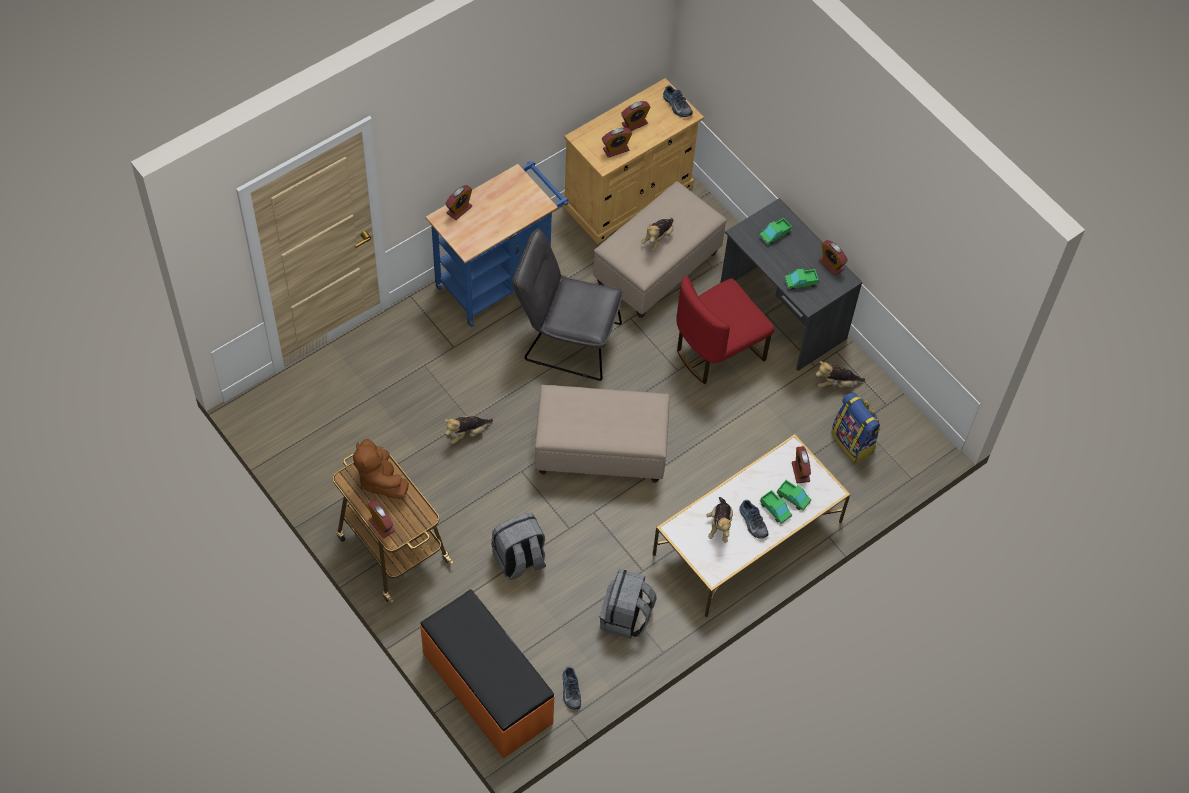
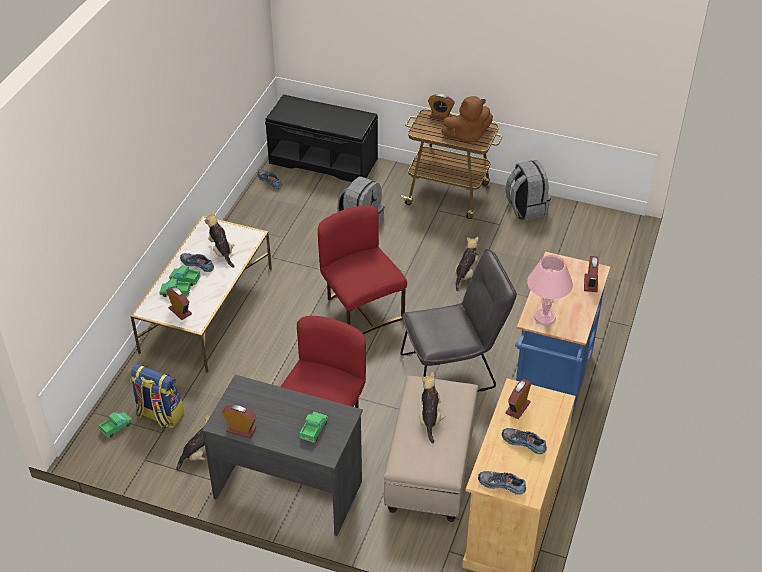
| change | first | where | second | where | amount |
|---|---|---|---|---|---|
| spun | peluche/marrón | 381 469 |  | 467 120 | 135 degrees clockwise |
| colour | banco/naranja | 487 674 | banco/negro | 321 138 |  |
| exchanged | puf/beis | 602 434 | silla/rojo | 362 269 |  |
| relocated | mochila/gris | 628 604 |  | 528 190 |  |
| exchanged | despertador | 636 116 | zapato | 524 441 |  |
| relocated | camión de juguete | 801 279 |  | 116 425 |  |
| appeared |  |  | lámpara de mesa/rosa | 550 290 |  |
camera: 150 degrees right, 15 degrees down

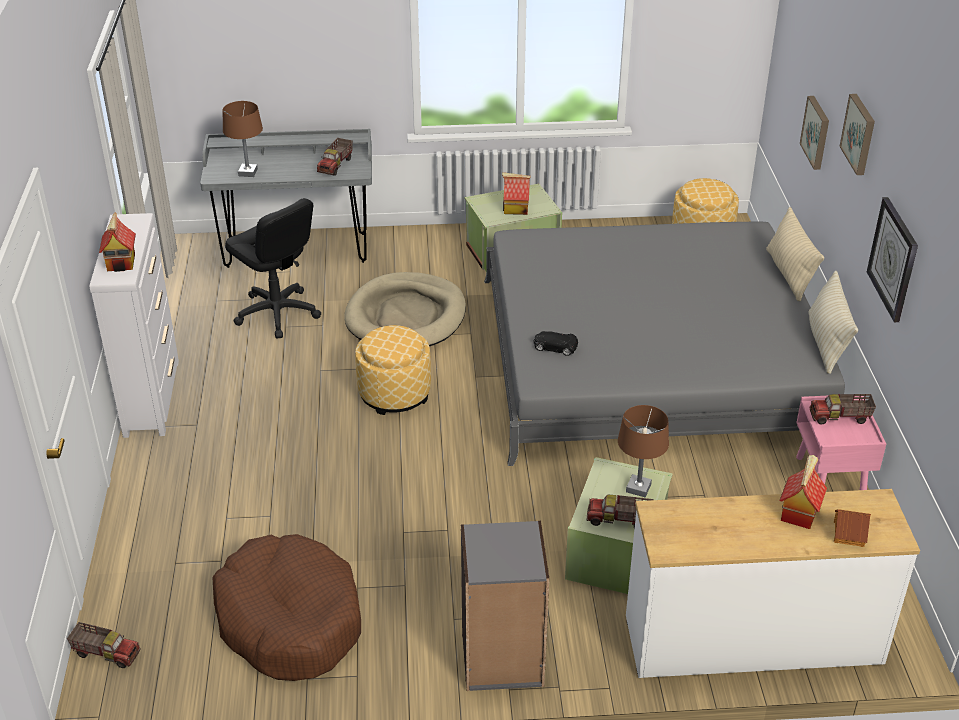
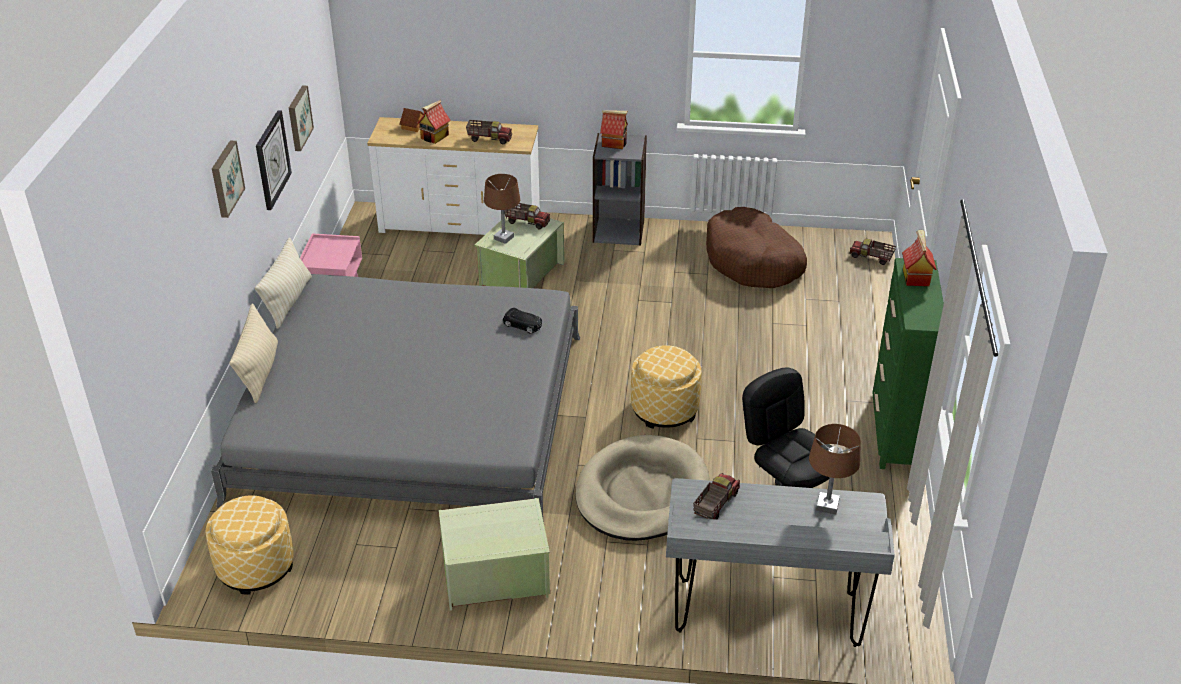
| change | first | where | second | where | amount |
|---|---|---|---|---|---|
| colour | cómoda/blanco | 134 325 | cómoda/verde | 908 363 |  |
| relocated | casita | 516 193 |  | 614 129 |  |
| relocated | cuadro | 814 133 |  | 301 118 |  |
| relocated | camión de juguete | 843 409 |  | 489 132 |  |
camera: 170 degrees left, 0 degrees up

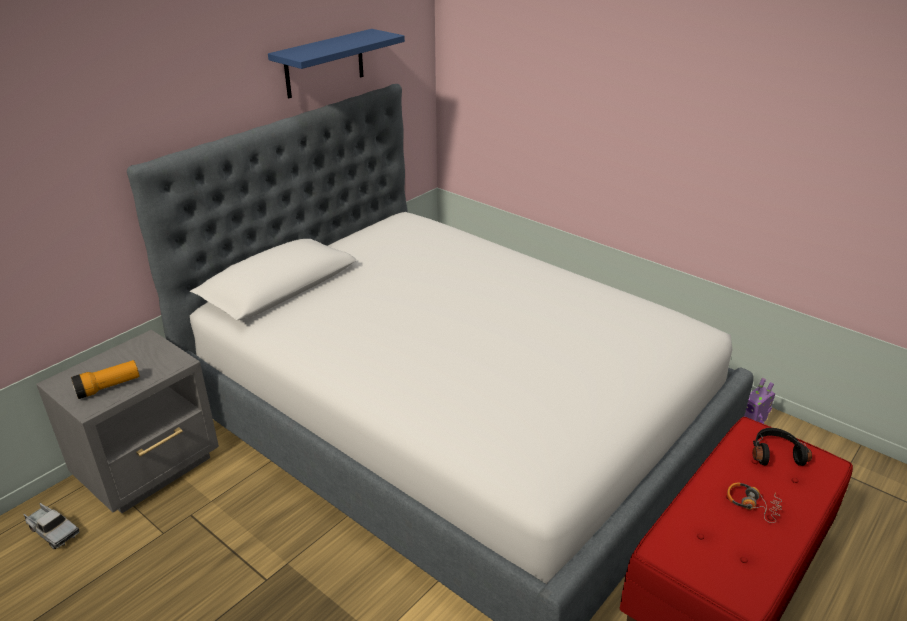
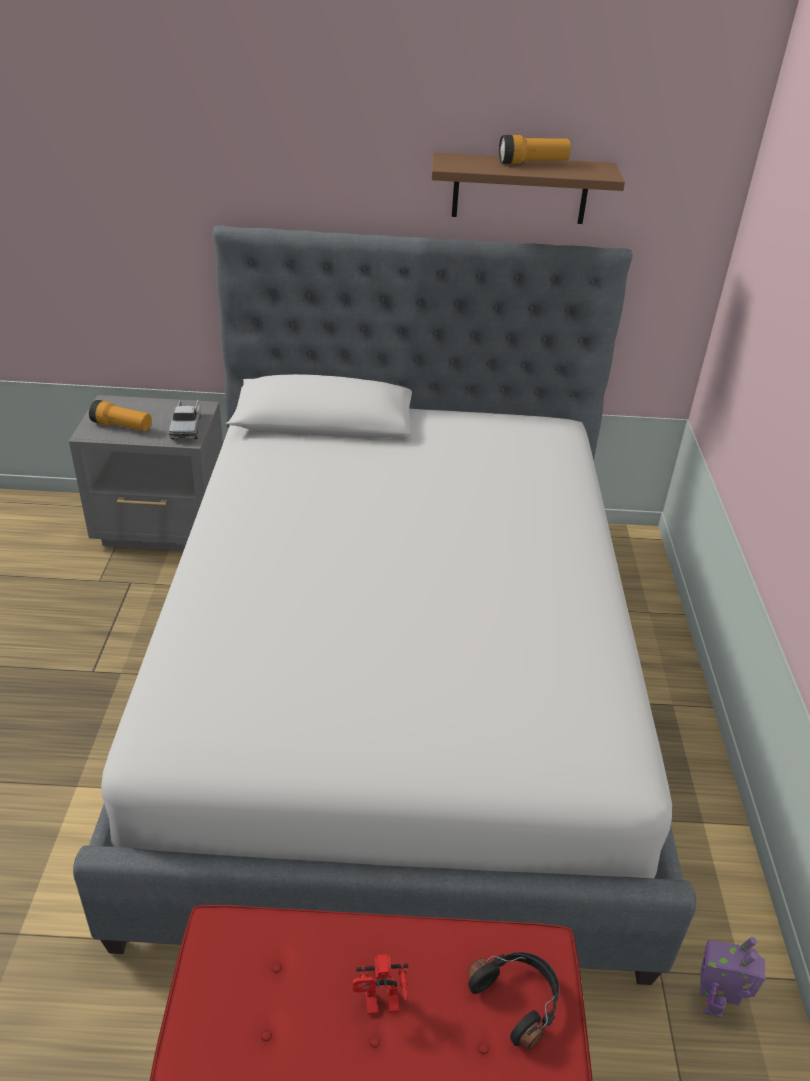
| change | first | where | second | where | amount |
|---|---|---|---|---|---|
| relocated | camión de juguete | 51 526 |  | 185 419 |  |
| colour | estante/azul | 336 63 | estante/marrón | 528 188 |  |
| exchanged | auriculares | 754 502 | robot de juguete | 380 984 |  |
| appeared |  |  | linterna | 535 149 |  |
camera: 50 degrees right, 5 degrees up

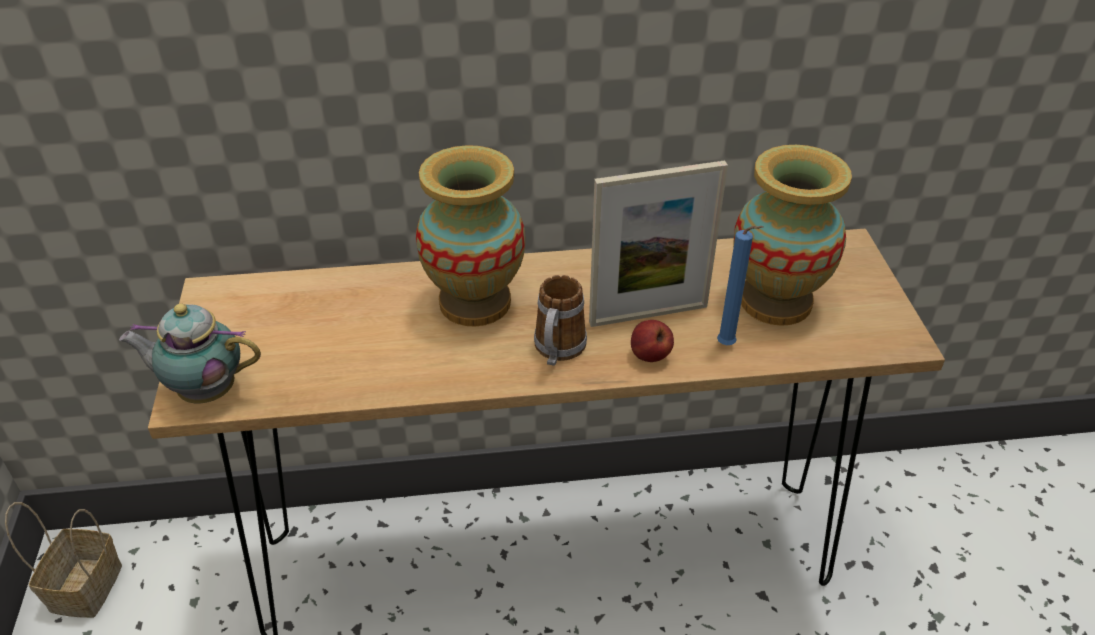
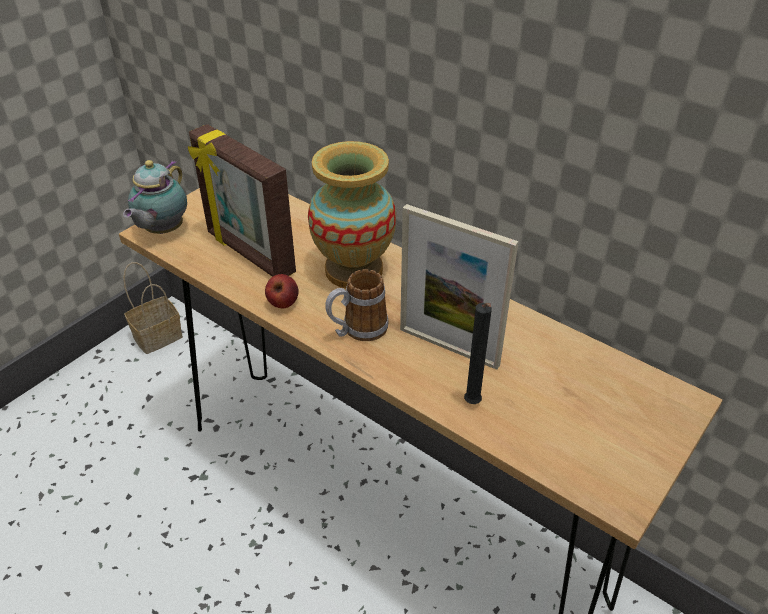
| change | first | where | second | where | amount |
|---|---|---|---|---|---|
| spun | tetera | 190 353 |  | 155 197 | 120 degrees counterclockwise |
| relocated | manzana | 652 341 |  | 282 291 |  |
| colour | vela/azul | 740 285 | vela/negro | 478 353 |  |
| missing | florero | 792 235 |  |  |  |
| appeared |  |  | portarretratos | 242 200 |  |
camera: 45 degrees right, 0 degrees up

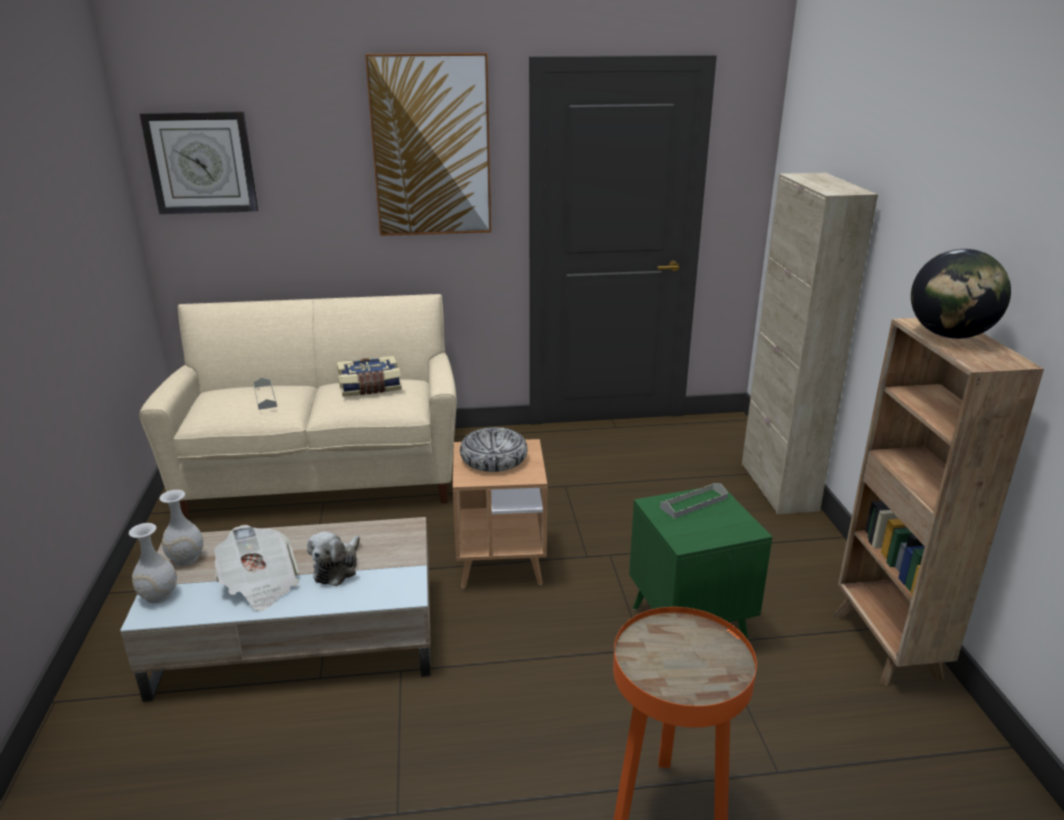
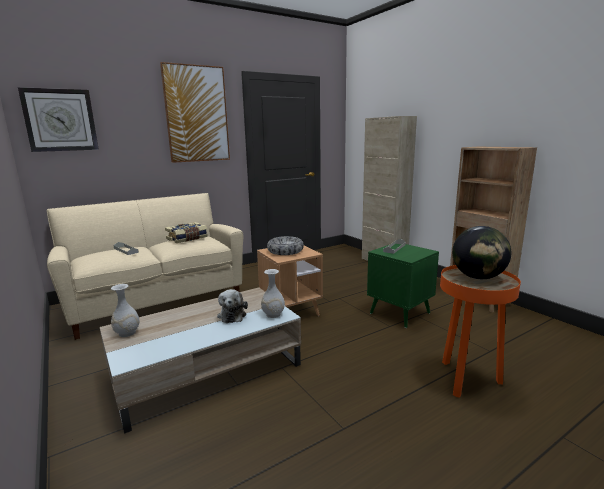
| change | first | where | second | where | amount |
|---|---|---|---|---|---|
| relocated | florero/blanco | 153 563 |  | 273 293 |  |
| missing | periódico | 256 568 |  |  |  |
| relocated | globo terráqueo | 961 294 |  | 481 252 |  |
camera: 25 degrees left, 10 degrees down

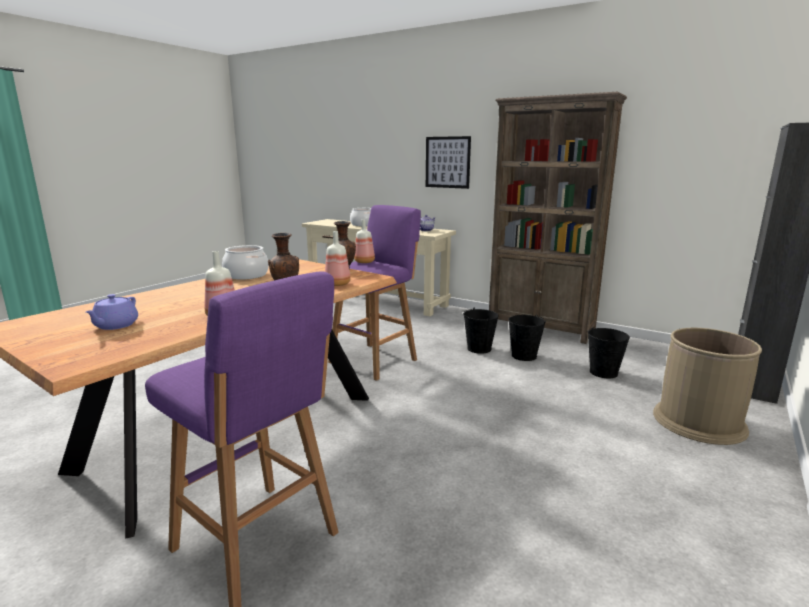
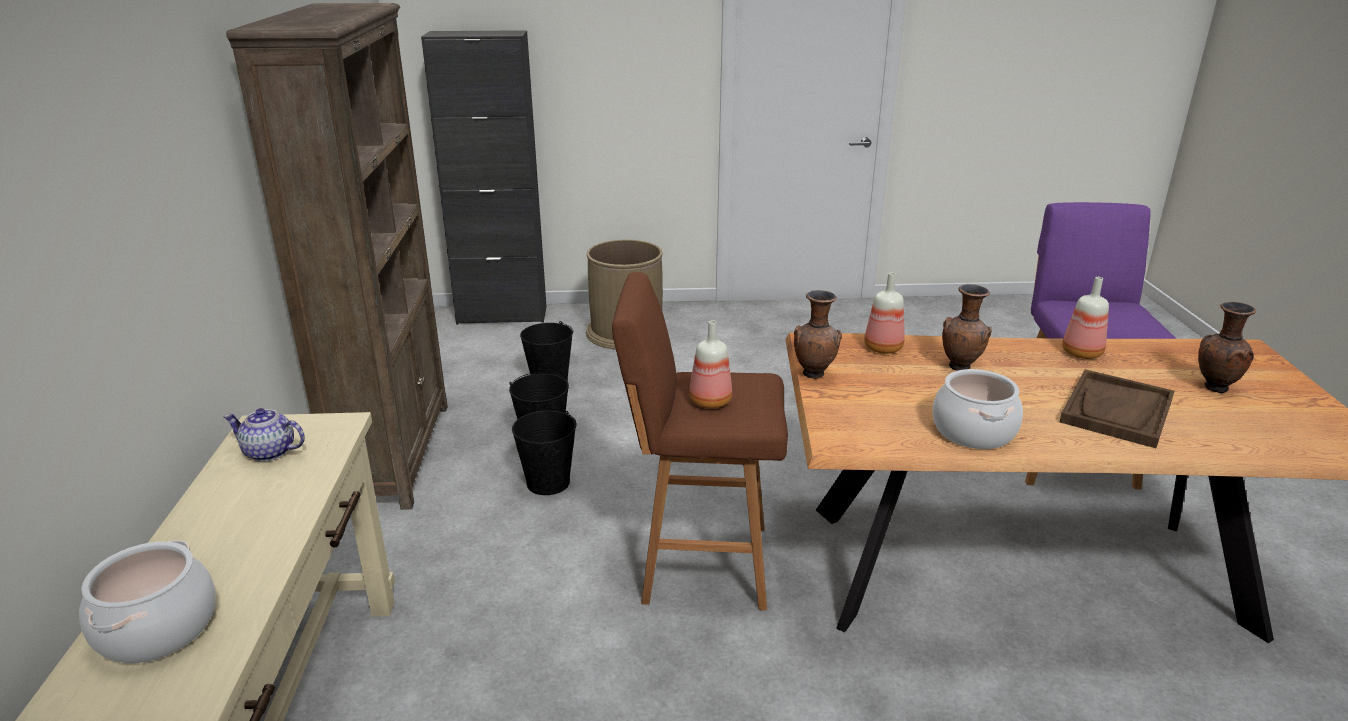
| change | first | where | second | where | amount |
|---|---|---|---|---|---|
| exchanged | tetera/morado | 112 312 | florero/marrón | 1227 347 |  |
| colour | taburete/morado | 374 293 | taburete/marrón | 700 441 |  |
| missing | cuadro | 448 162 |  |  |  |
| appeared |  |  | bandeja/marrón | 1117 408 |  |
camera: 125 degrees left, 10 degrees up

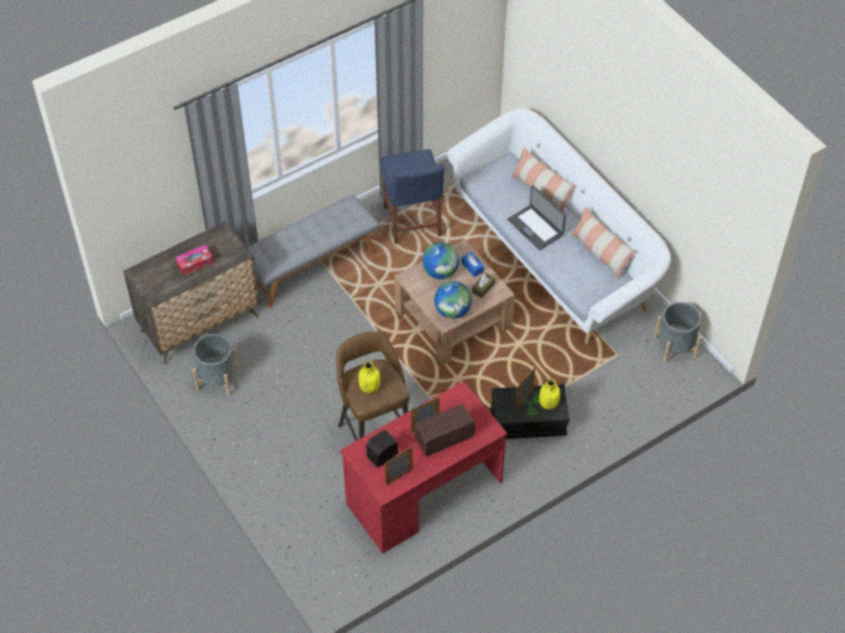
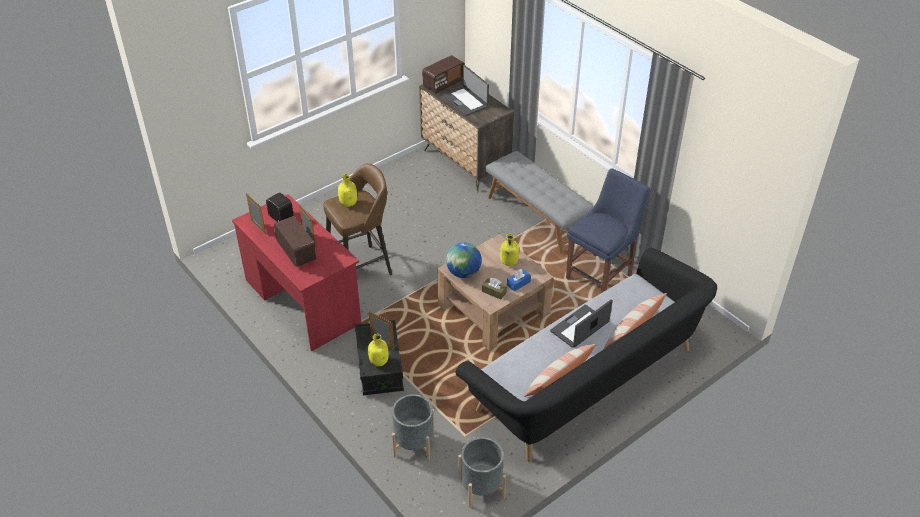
| change | first | where | second | where | amount |
|---|---|---|---|---|---|
| exchanged | caja de pañuelos | 194 260 | portátil | 465 90 |  |
| relocated | maceta/gris | 216 365 |  | 413 427 |  |
| spun | silla/azul | 412 196 |  | 608 230 | 150 degrees clockwise |
| exchanged | globo terráqueo | 440 260 | botella/amarillo | 509 250 |  |
| colour | sofá/blanco | 559 226 | sofá/negro | 586 355 |  |
| appeared |  |  | radio | 443 74 |  |
camera: 85 degrees right, 10 degrees down

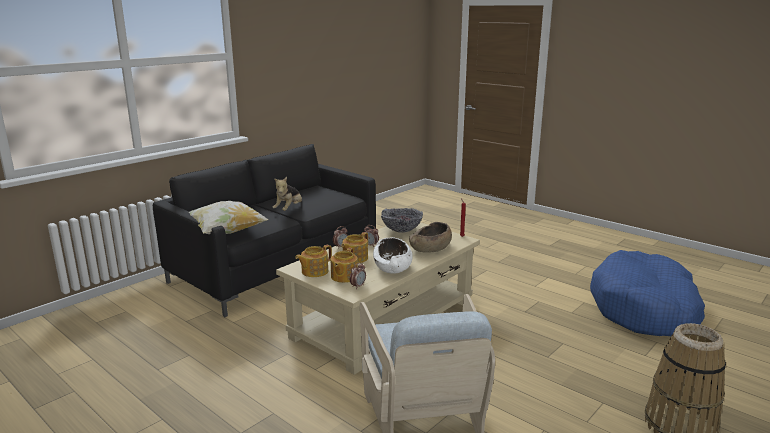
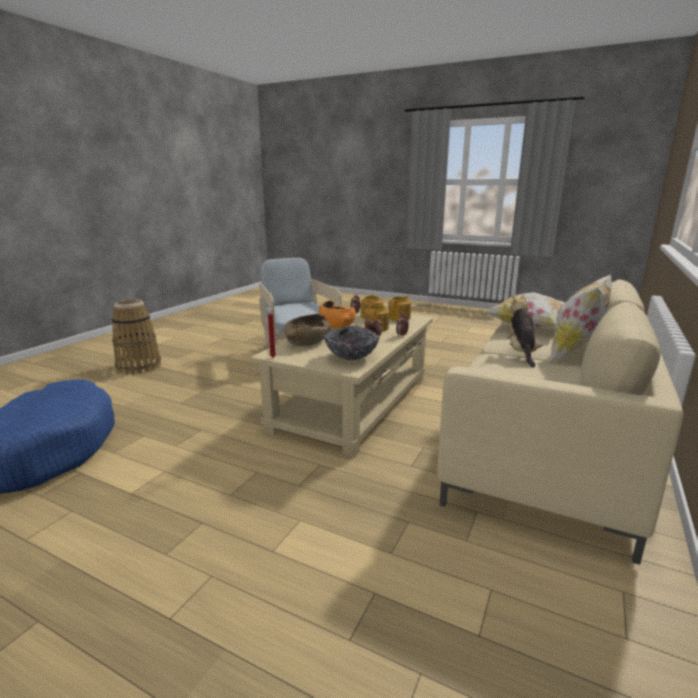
| change | first | where | second | where | amount |
|---|---|---|---|---|---|
| colour | sofá/negro | 264 230 | sofá/beis | 560 422 |  |
| colour | cuenco/blanco | 393 255 | cuenco/naranja | 337 314 |  |
| appeared |  |  | cojín | 581 318 |  |
camera: 165 degrees right, 0 degrees up

